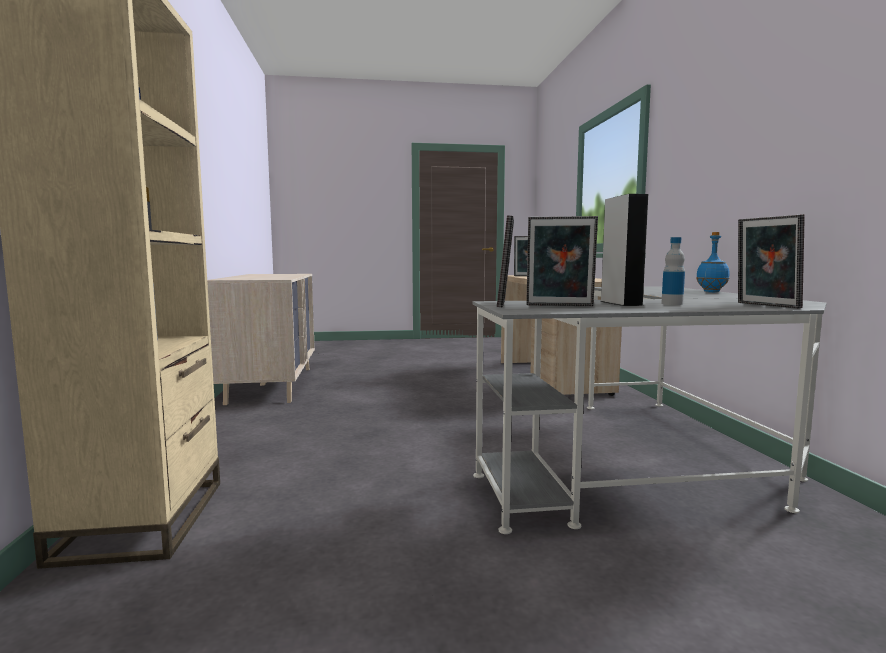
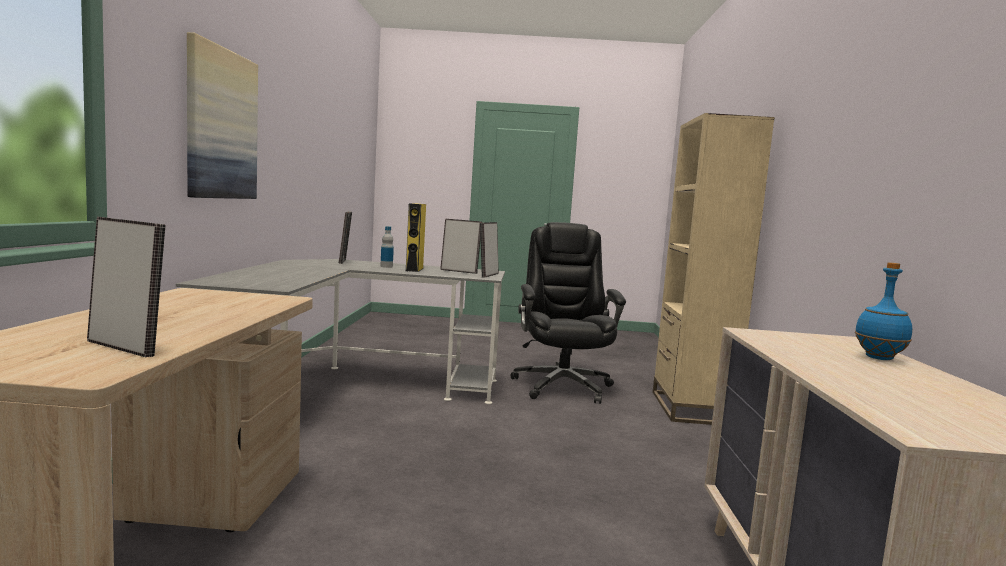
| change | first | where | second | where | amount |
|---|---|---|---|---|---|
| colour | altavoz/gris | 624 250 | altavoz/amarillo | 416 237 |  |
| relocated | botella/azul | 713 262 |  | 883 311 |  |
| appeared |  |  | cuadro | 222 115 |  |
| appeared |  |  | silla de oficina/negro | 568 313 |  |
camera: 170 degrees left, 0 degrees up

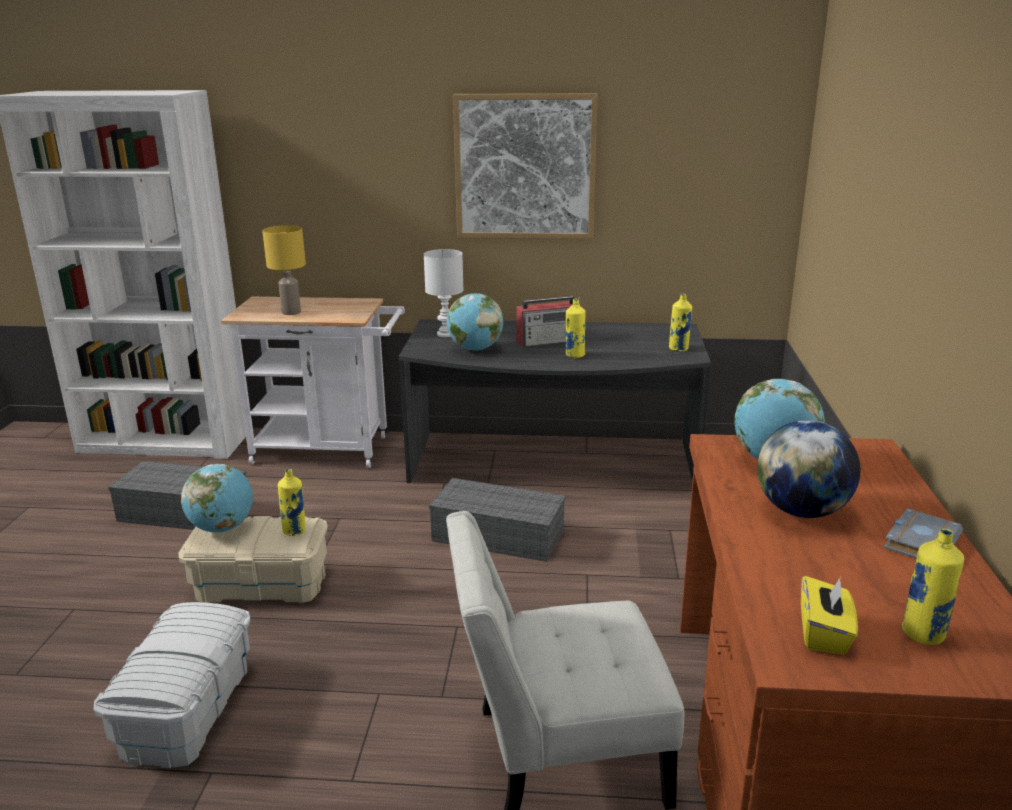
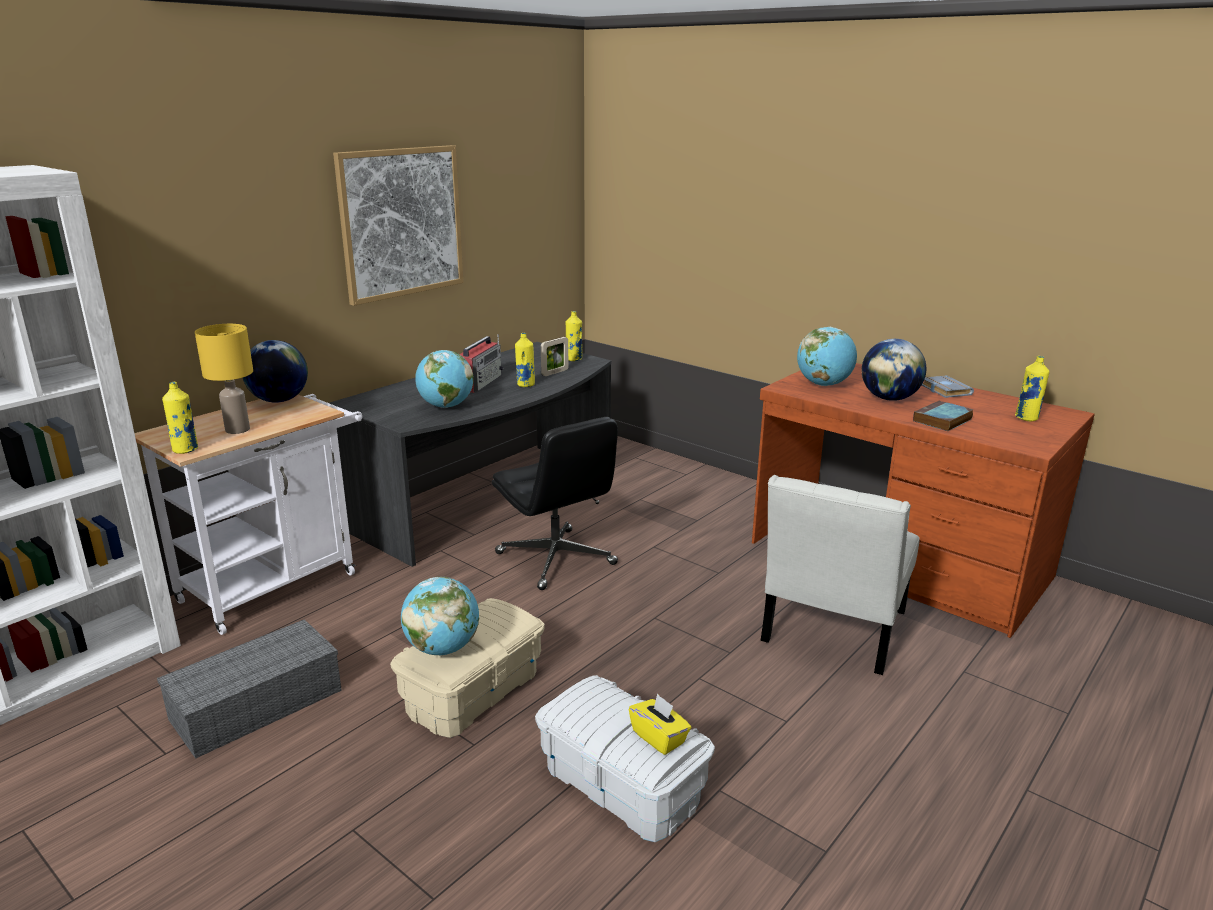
| change | first | where | second | where | amount |
|---|---|---|---|---|---|
| relocated | botella/amarillo | 292 502 |  | 180 418 |  |
| missing | lámpara de mesa/blanco | 444 293 |  |  |  |
| exchanged | caja de almacenaje/gris | 497 520 | silla de oficina/negro | 555 503 |  |
| relocated | caja de pañuelos/amarillo | 829 615 |  | 660 724 |  |
| appeared |  |  | globo terráqueo | 275 371 |  |
| appeared |  |  | portarretratos | 554 356 |  |
| appeared |  |  | libro | 943 415 |  |
camera: 55 degrees left, 0 degrees up

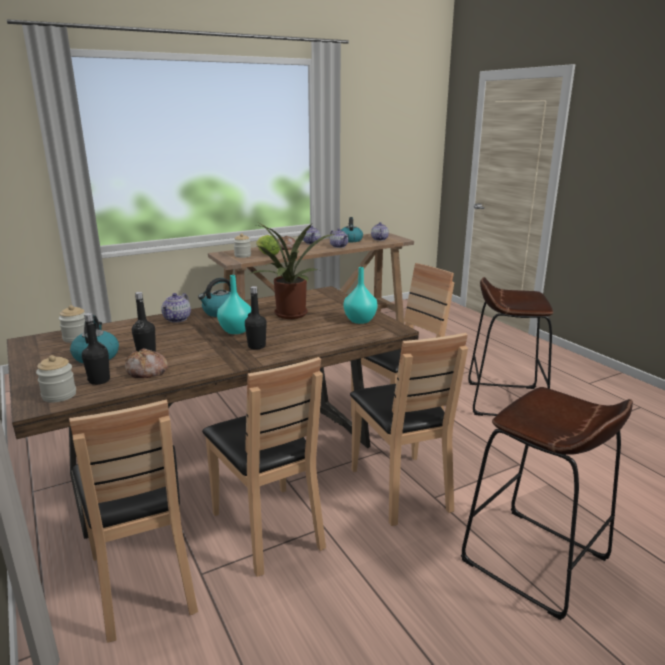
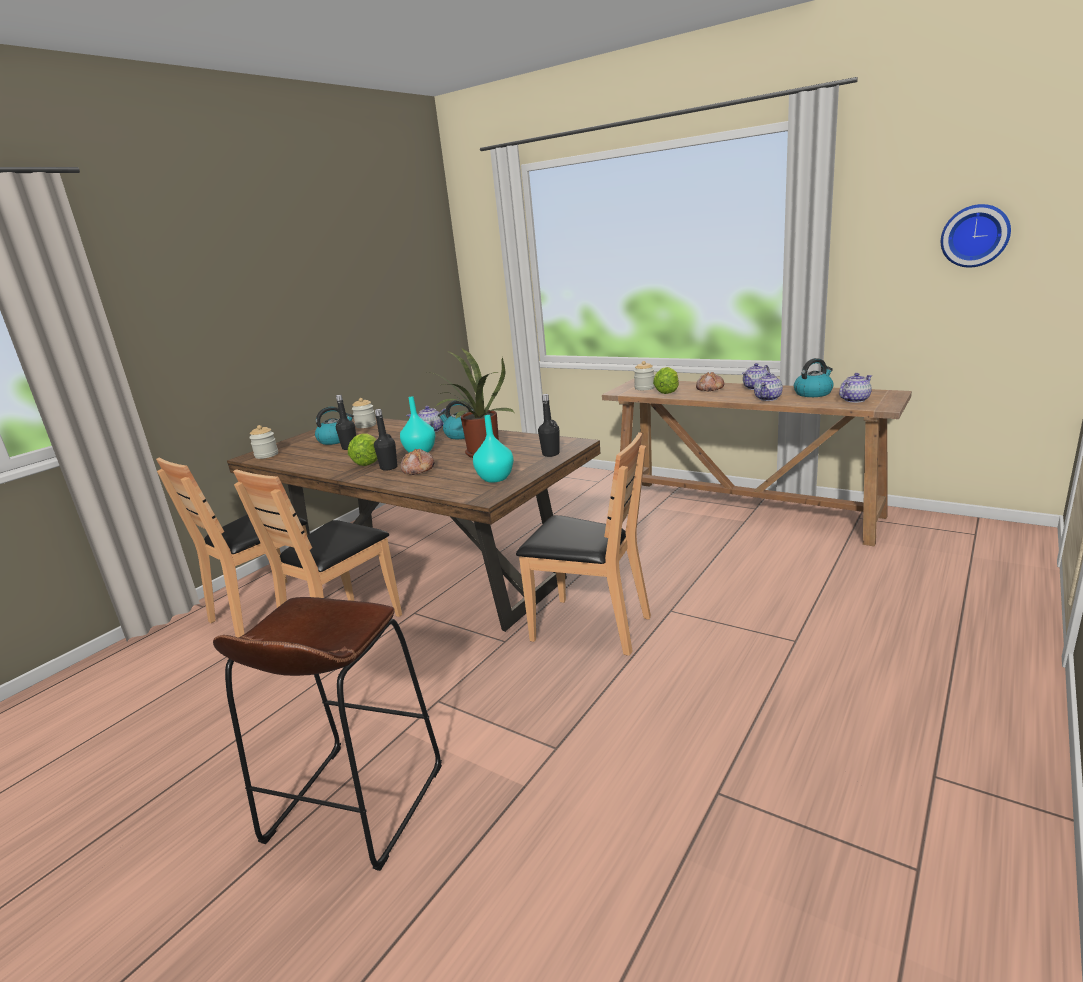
| change | first | where | second | where | amount |
|---|---|---|---|---|---|
| relocated | botella/negro | 96 349 |  | 549 425 |  |
| relocated | pan | 146 363 |  | 417 461 |  |
| missing | silla/marrón | 409 429 |  |  |  |
| missing | taburete/marrón | 510 346 |  |  |  |
| appeared |  |  | lechuga | 362 449 |  |
| appeared |  |  | reloj de pared | 976 236 |  |
camera: 65 degrees right, 0 degrees up

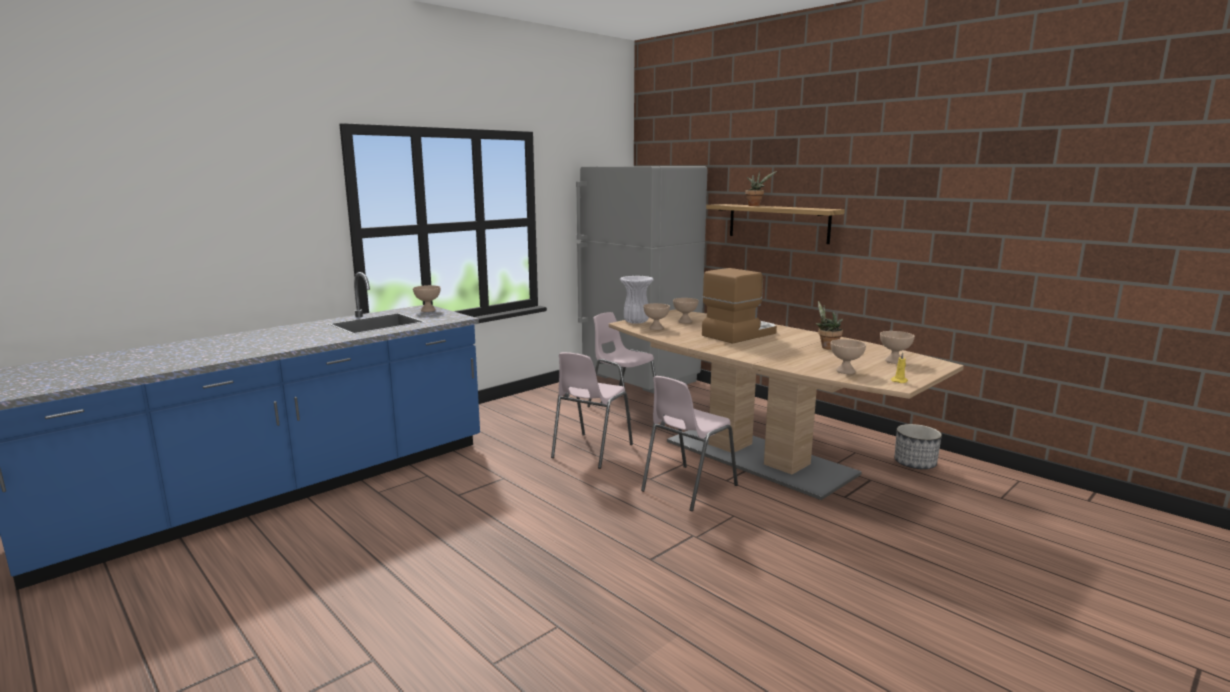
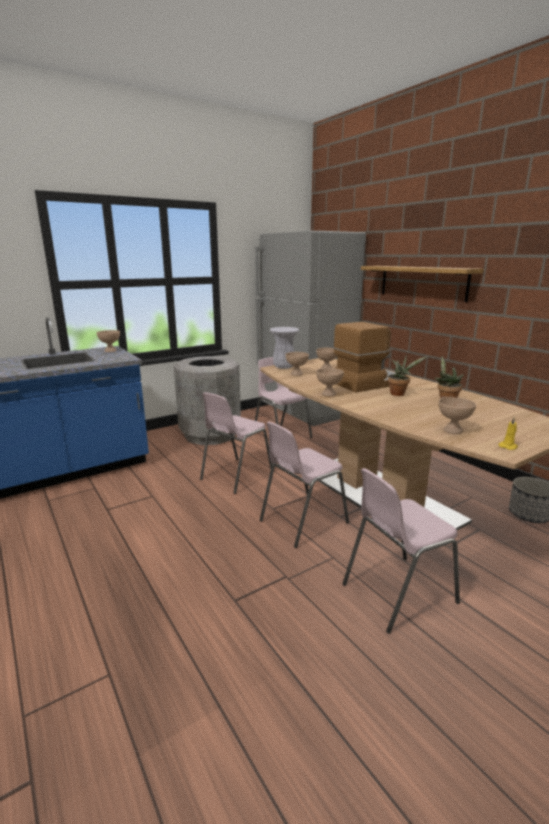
| change | first | where | second | where | amount |
|---|---|---|---|---|---|
| relocated | planta en maceta | 761 188 |  | 407 375 |  |
| relocated | cuenco/beis | 897 347 |  | 330 382 |  |
| appeared |  |  | papelera/gris | 207 400 |  |
| appeared |  |  | silla/rosa | 401 551 |  |
camera: 10 degrees right, 5 degrees up

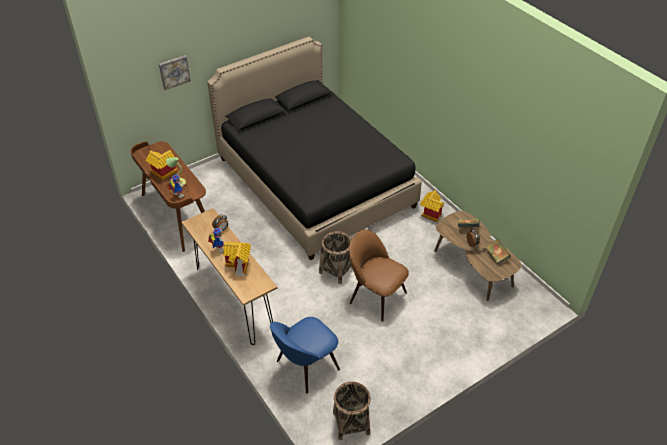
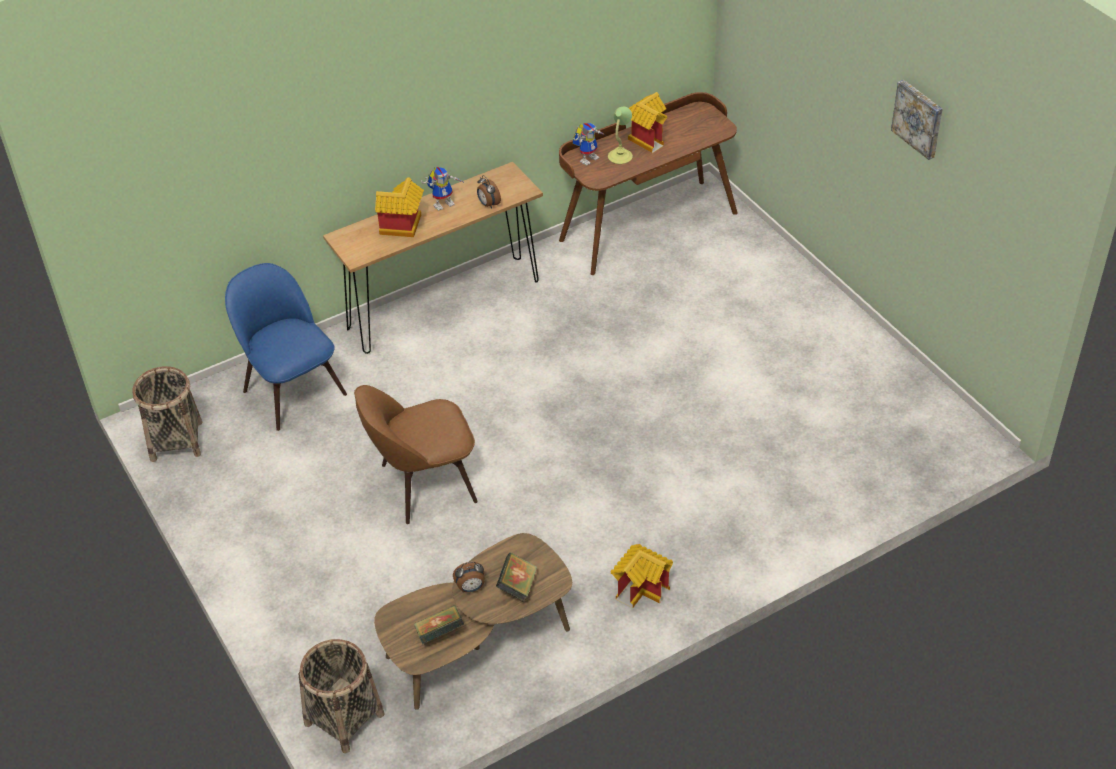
| change | first | where | second | where | amount |
|---|---|---|---|---|---|
| relocated | cuadro | 175 72 |  | 916 120 |  |
| missing | cama/negro | 314 148 |  |  |  |
| relocated | cesta | 336 257 |  | 342 696 |  |
| spun | silla/marrón | 378 275 |  | 416 454 | 150 degrees counterclockwise |
camera: 95 degrees right, 0 degrees up

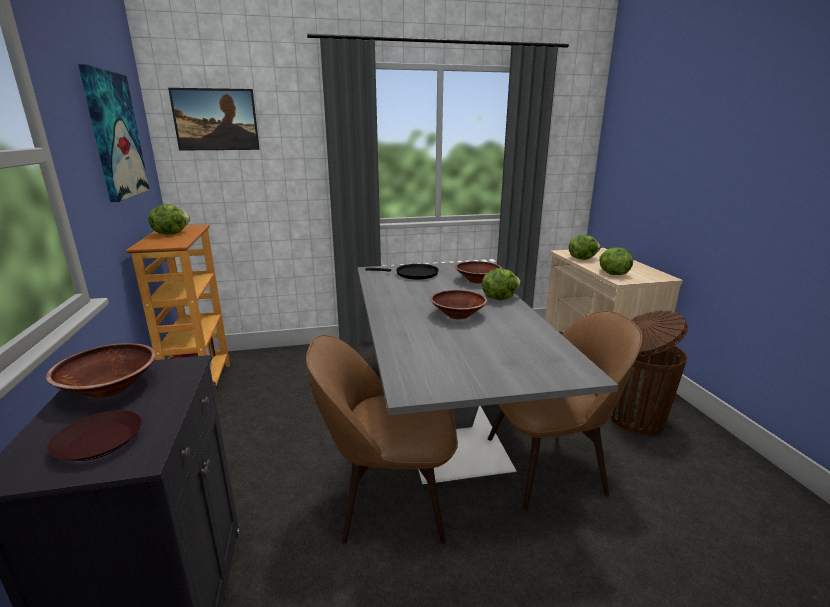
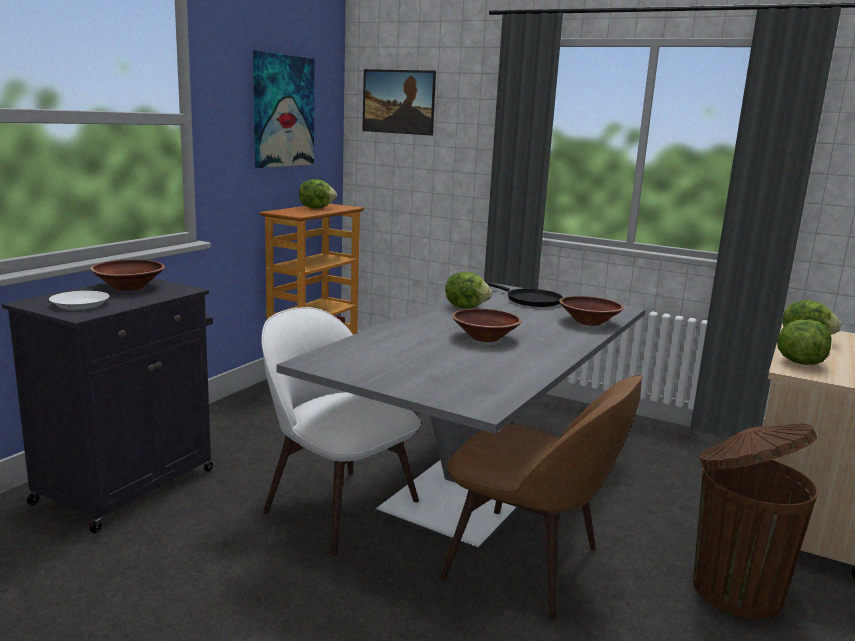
| change | first | where | second | where | amount |
|---|---|---|---|---|---|
| colour | plato/marrón | 94 435 | plato/blanco | 79 300 |  |
| colour | silla/marrón | 382 439 | silla/blanco | 341 431 |  |
| relocated | lechuga | 501 284 |  | 468 290 |  |
camera: 40 degrees right, 5 degrees down

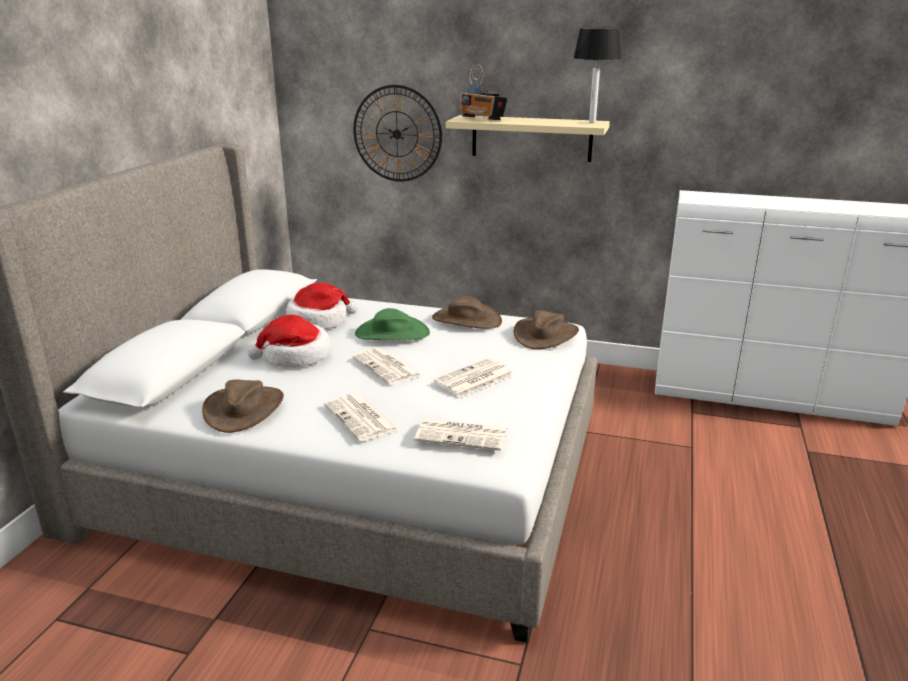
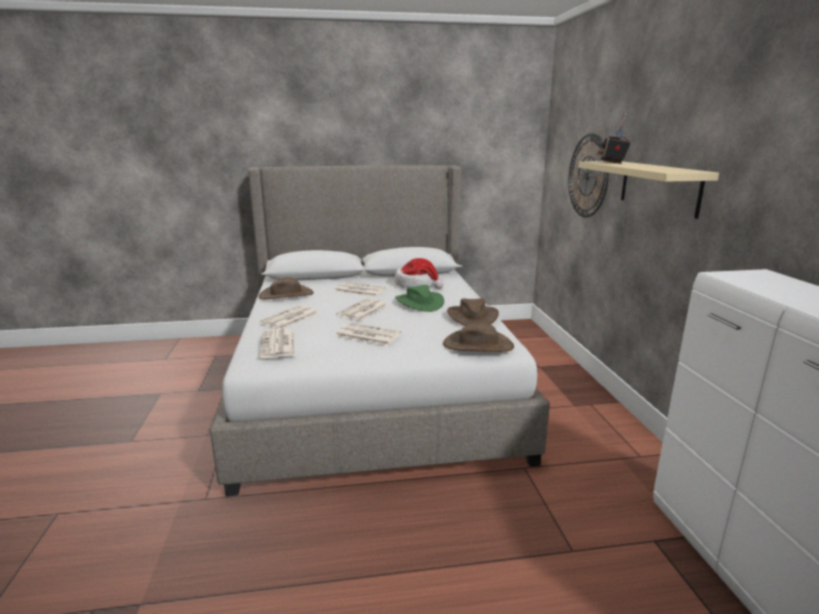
| change | first | where | second | where | amount |
|---|---|---|---|---|---|
| exchanged | sombrero | 289 340 | periódico | 360 289 |  |
| missing | lámpara de mesa | 597 75 |  |  |  |
camera: 65 degrees right, 5 degrees down

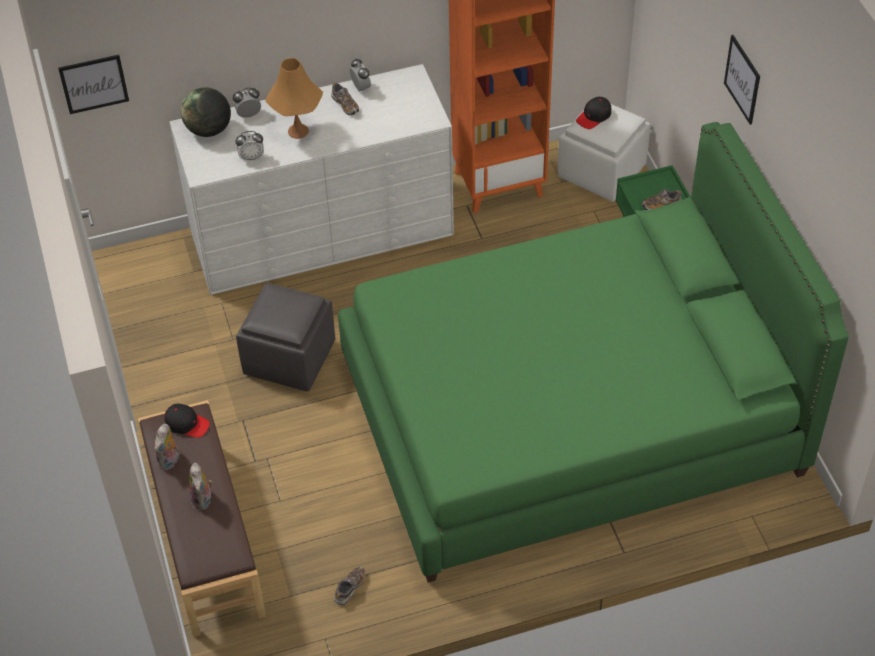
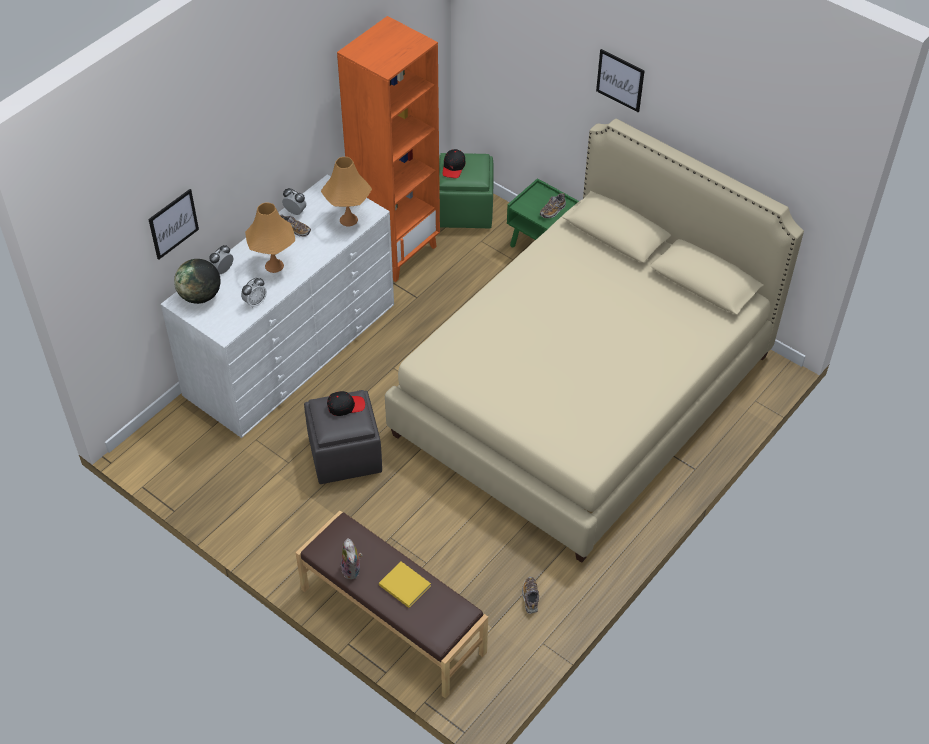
| change | first | where | second | where | amount |
|---|---|---|---|---|---|
| relocated | cuadro | 93 84 |  | 173 224 |  |
| relocated | gorra/negro | 187 421 |  | 346 403 |  |
| exchanged | peluche | 201 486 | libro/amarillo | 405 585 |  |
| colour | cama/verde | 593 352 | cama/beis | 594 341 |  |
| colour | puf/blanco | 604 153 | puf/verde | 466 190 |  |
| appeared |  |  | lámpara de mesa/naranja | 346 191 |  |
camera: 35 degrees left, 0 degrees up

